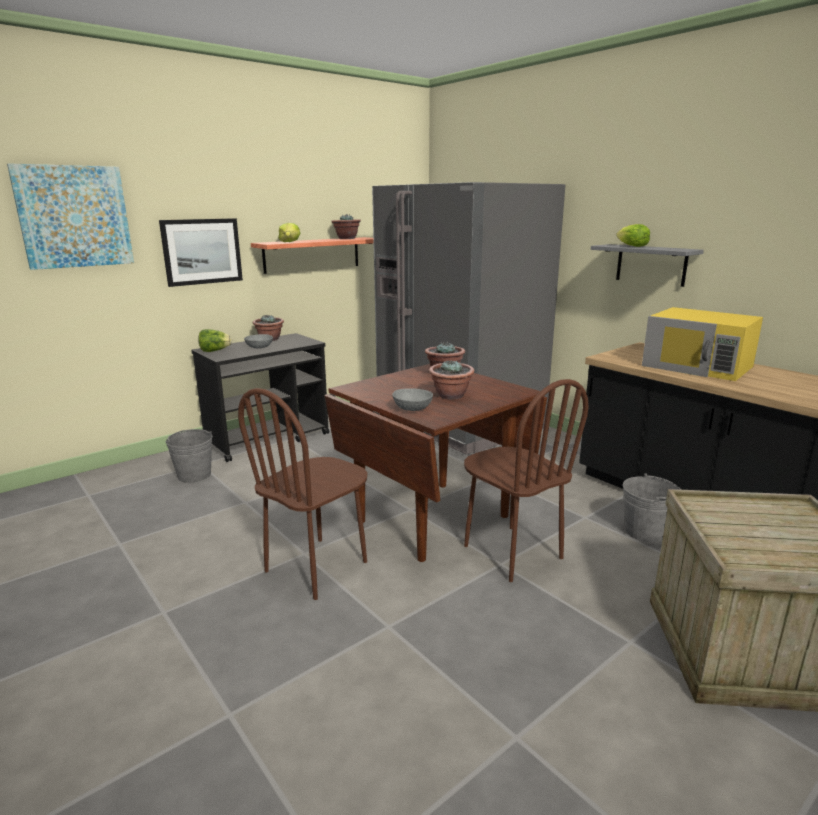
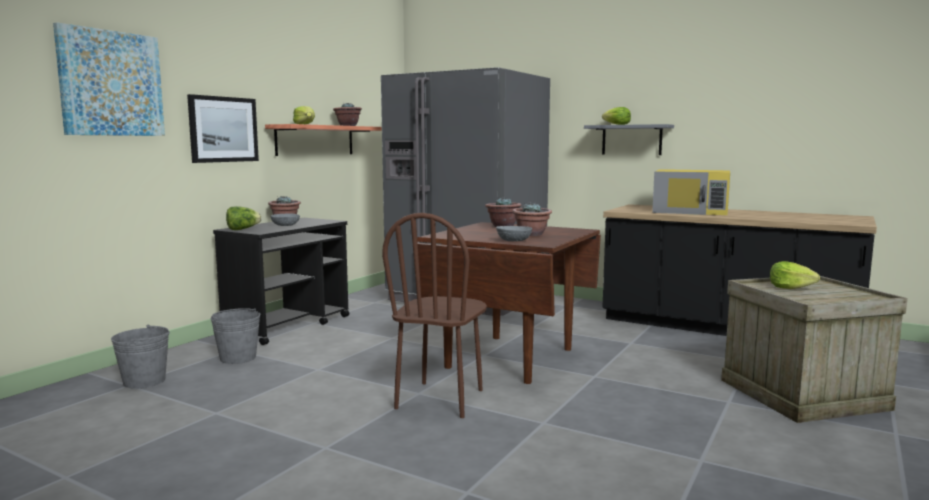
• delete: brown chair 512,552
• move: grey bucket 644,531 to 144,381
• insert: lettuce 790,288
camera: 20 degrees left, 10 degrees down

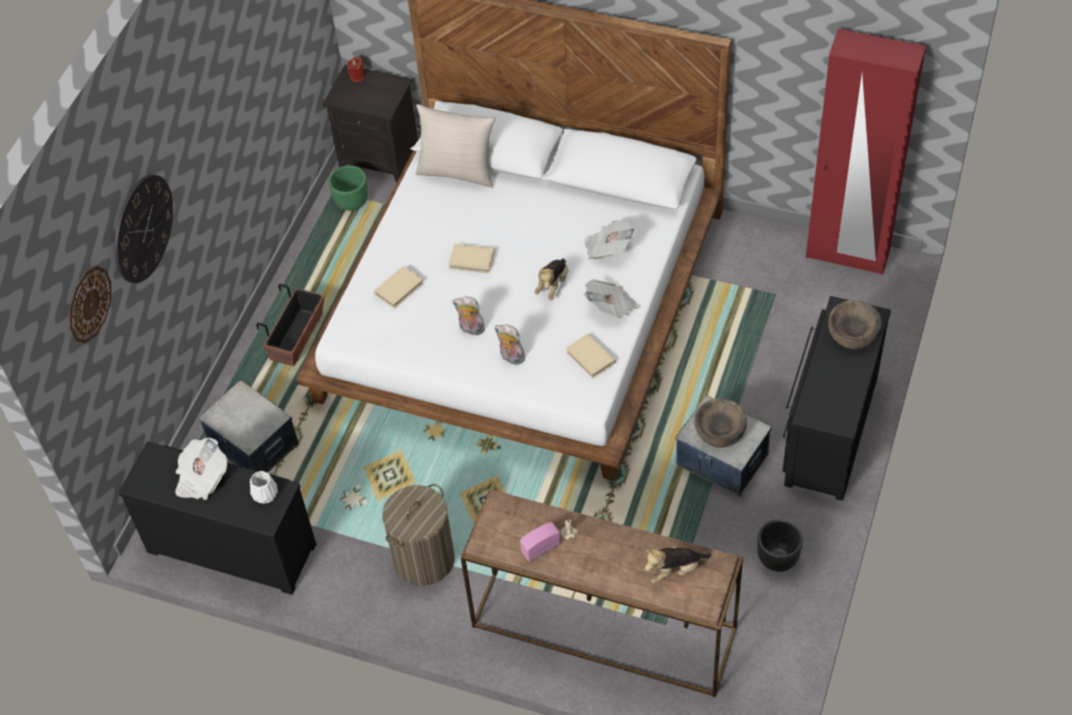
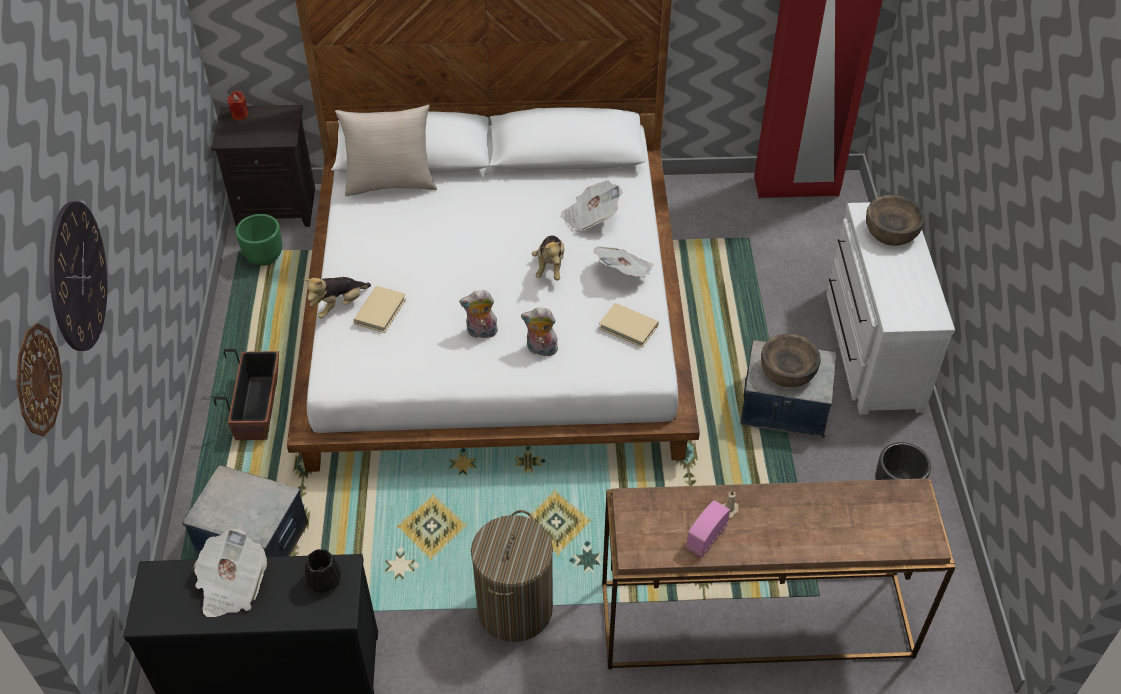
• delete: beige book 472,260
• recolor: black dresser 827,429 to white dresser 870,348
• recolor: white vase 265,494 to black vase 324,579
• move: plush toy 674,570 to 339,305
camera: 25 degrees left, 5 degrees down

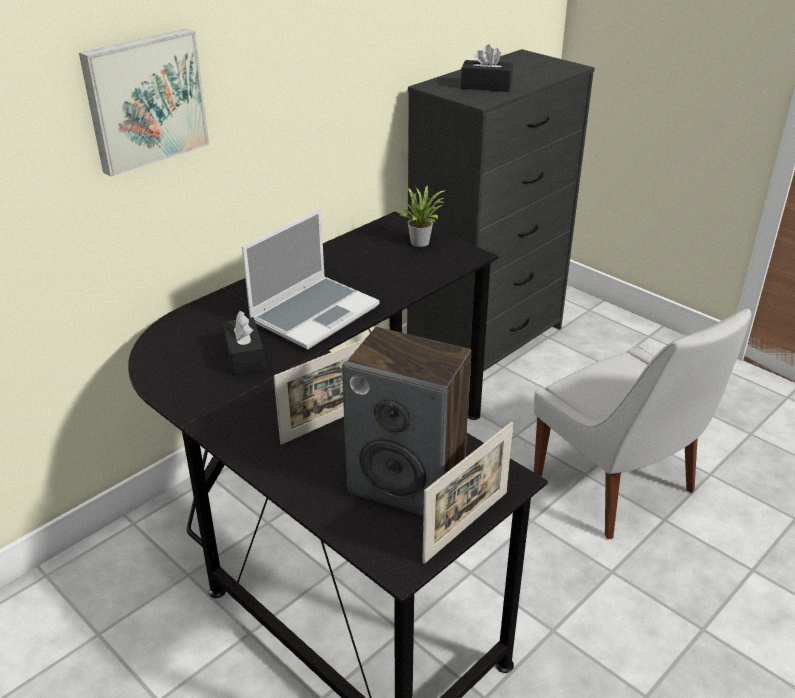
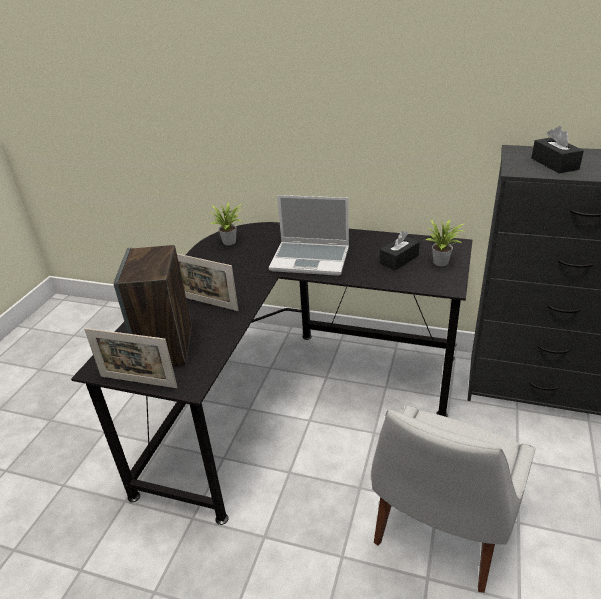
• delete: picture 144,100
• move: black tissue box 245,356 to 399,259
• insert: potted plant 231,241
camera: 65 degrees right, 0 degrees up

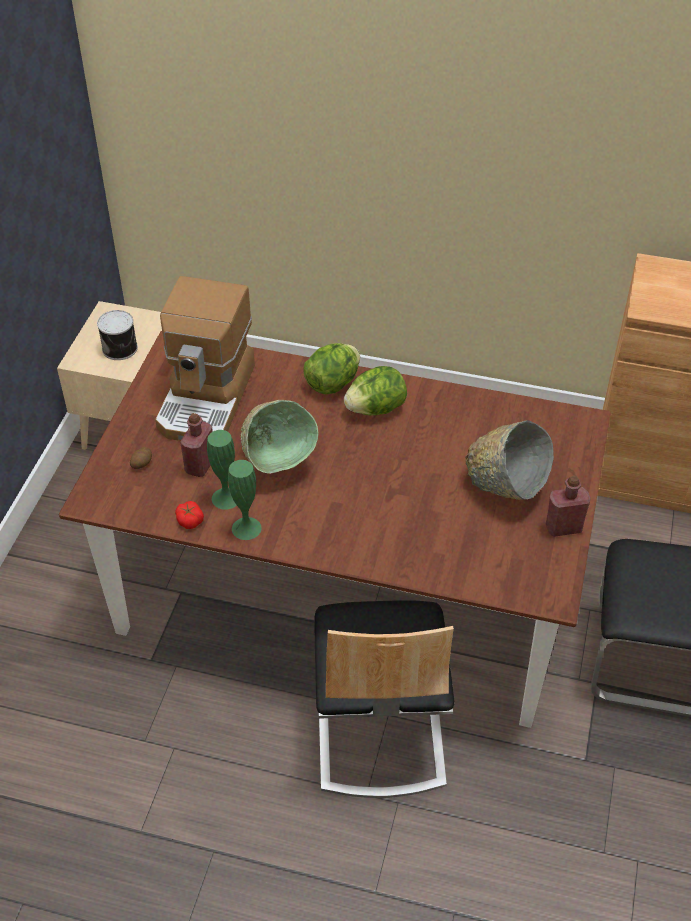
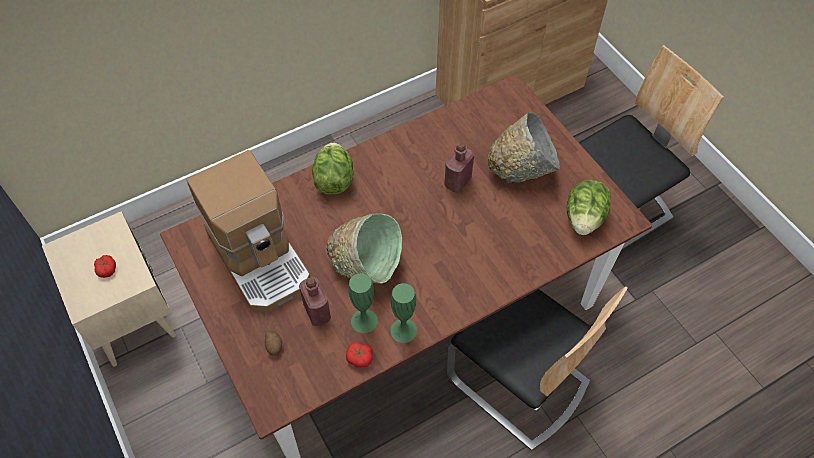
• replace: can 121,348 to tomato 107,269
• move: lettuce 376,408 to 584,218
• move: red bottle 563,527 to 457,182
camera: 45 degrees left, 10 degrees up

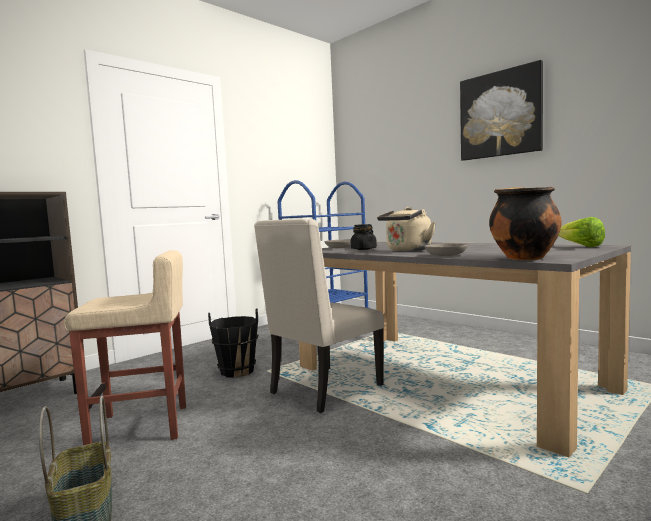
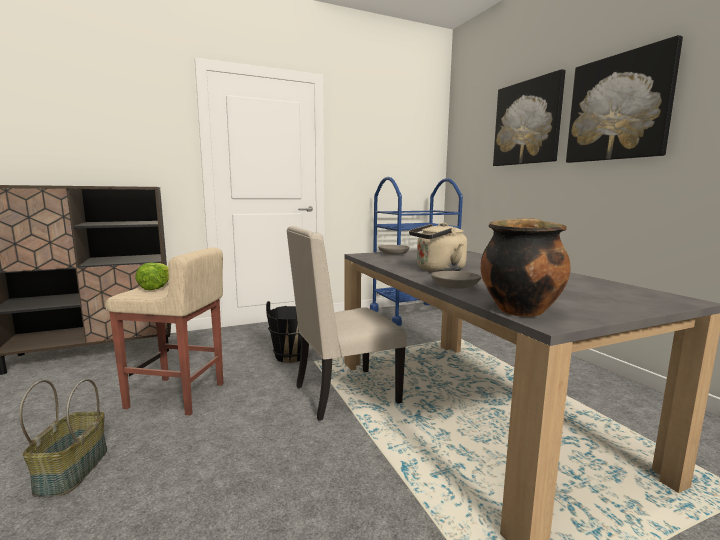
• move: lettuce 580,246 to 156,287
• delete: black jar 363,249
• insert: picture 527,123
camera: 20 degrees right, 5 degrees up

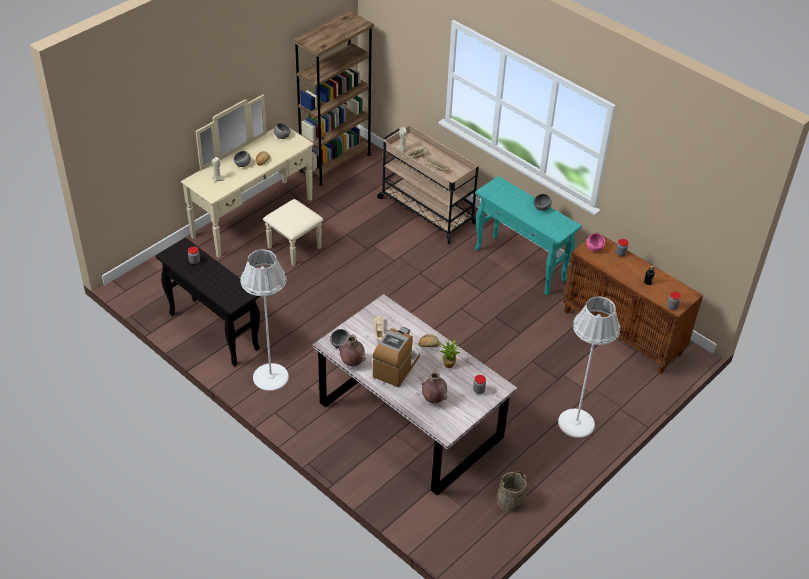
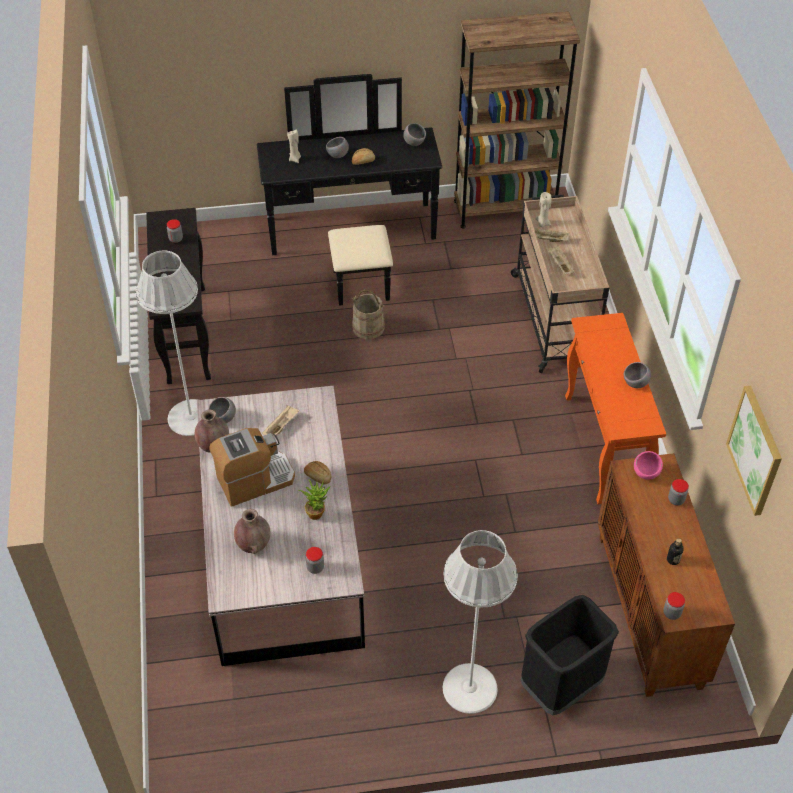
• recolor: beige dresser 262,224 to black dresser 354,241
• recolor: turquoise console table 521,265 to orange console table 603,447
• move: beige bucket 510,500 to 368,327
• insert: picture 755,450
• insert: black trash can 561,686
camera: 40 degrees right, 5 degrees up

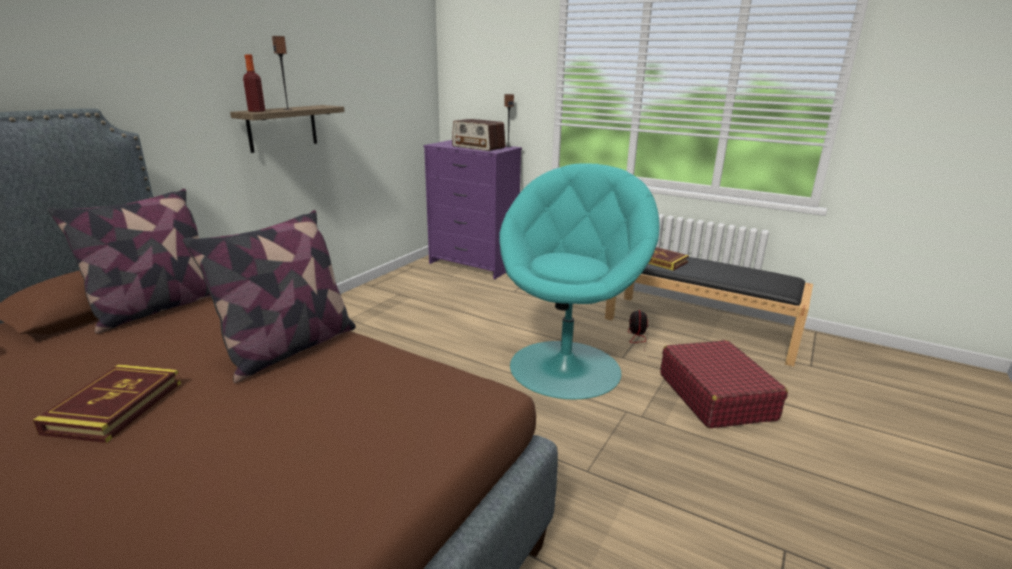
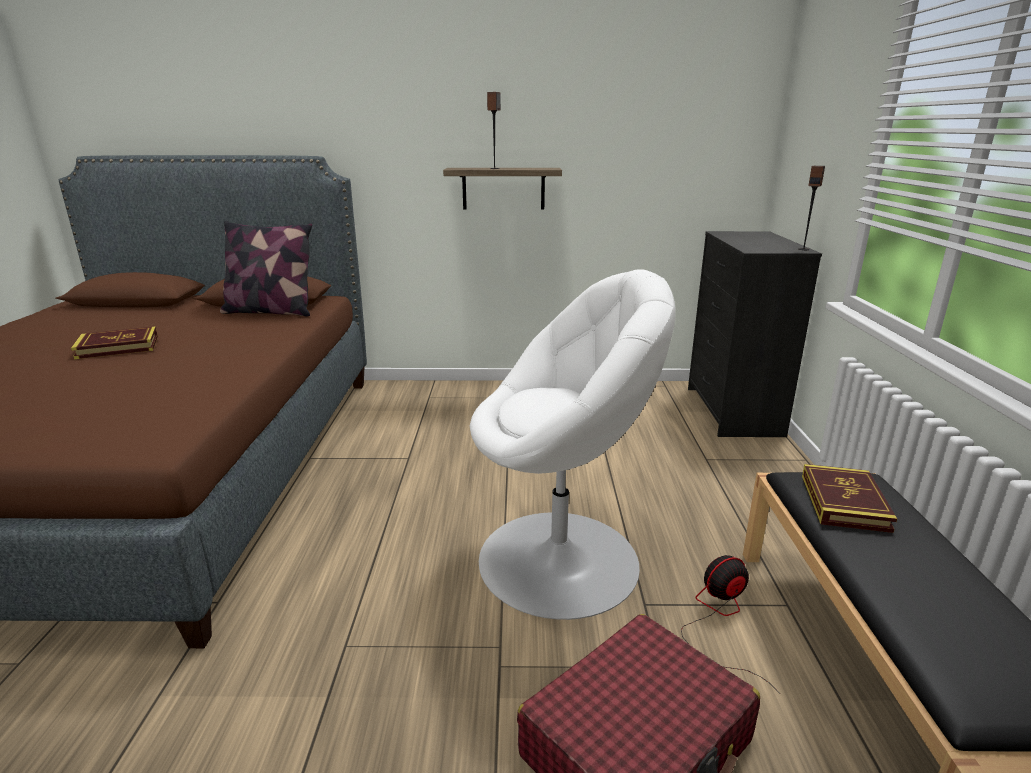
• delete: bottle 257,111
• delete: radio 478,147
• recolor: purple dresser 473,264 to black dresser 732,411
• recolor: turquoise armchair 566,367 to white armchair 561,560
• delete: pillow 290,348
camera: 60 degrees right, 0 degrees up

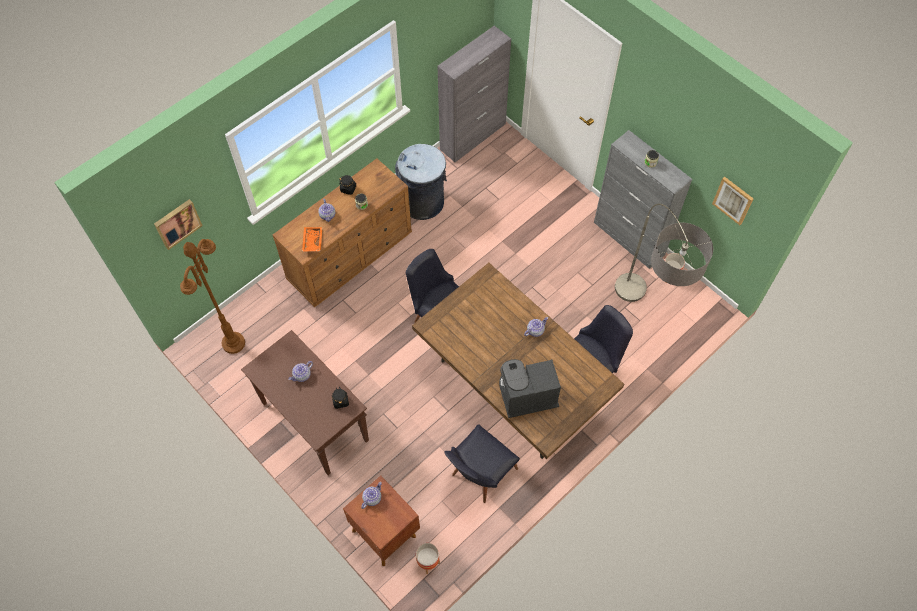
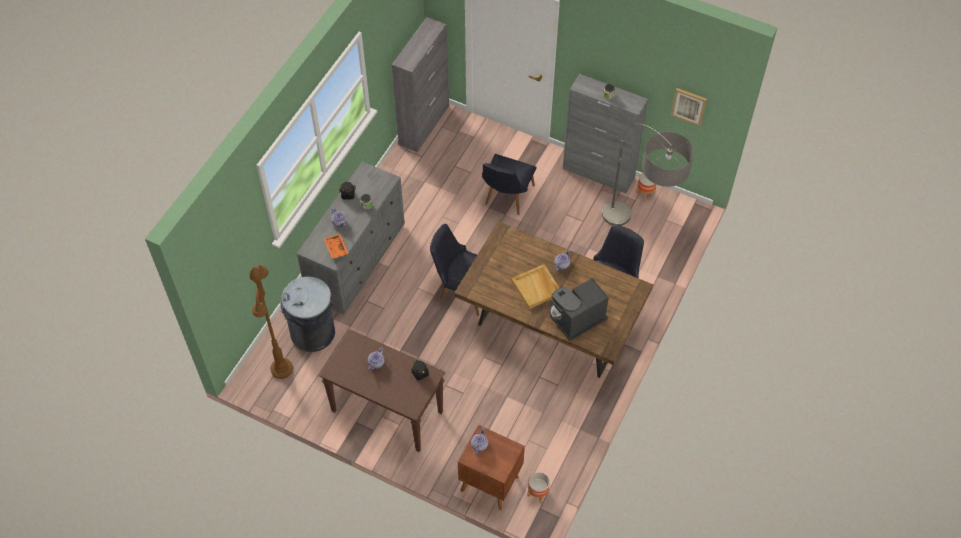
• move: grey trash can 422,202 to 313,333
• recolor: brown dresser 350,256 to grey dresser 357,260
• delete: picture 177,223
• move: black chair 479,475 to 506,198
• insert: beige tray 537,287
camera: 20 degrees left, 5 degrees down

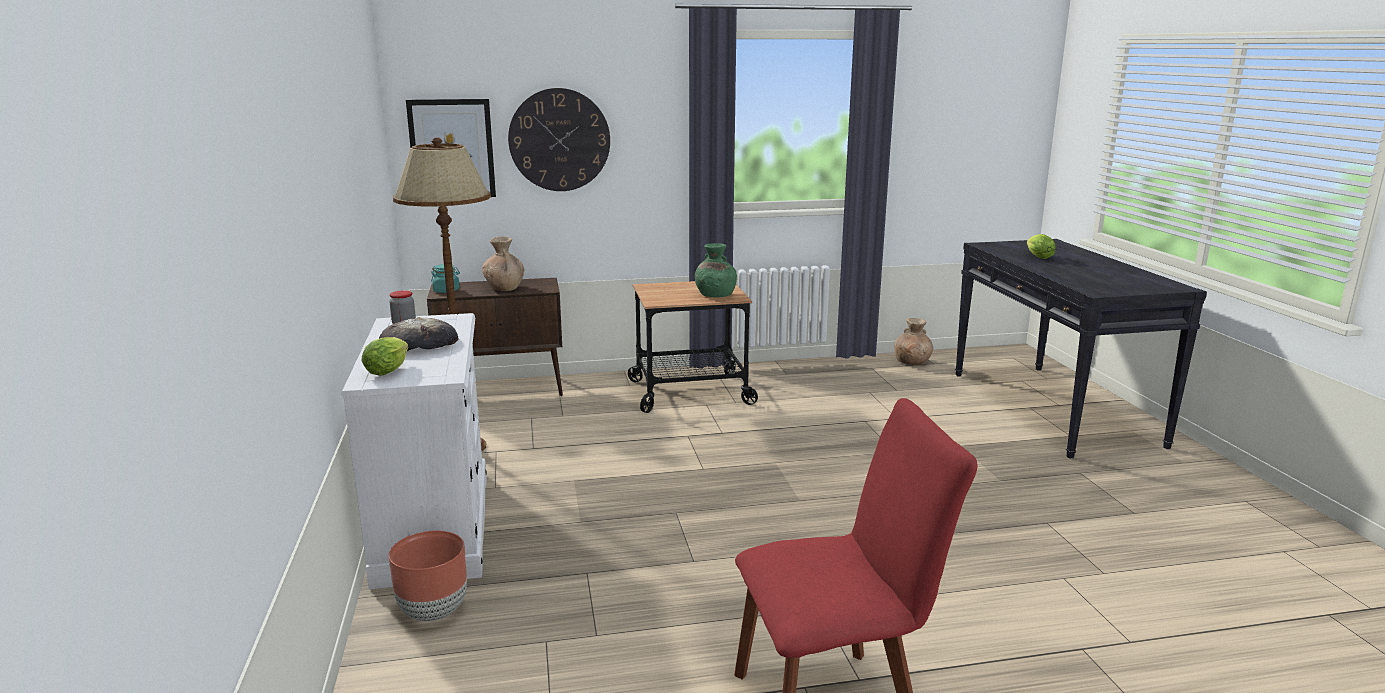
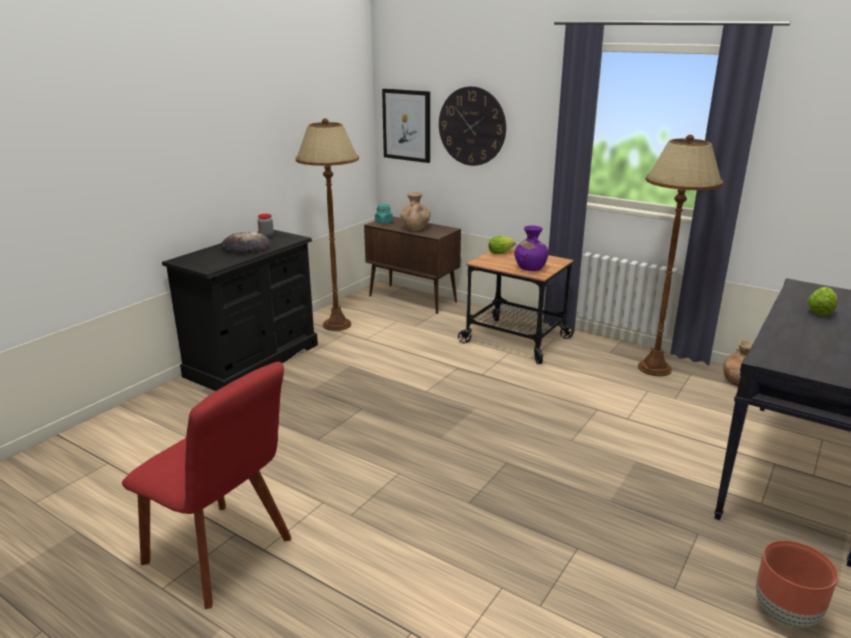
• recolor: green vase 715,295 to purple vase 530,268
• recolor: white dresser 435,526 to black dresser 253,360
• move: lettuce 389,370 to 502,253
• move: brown planter 434,611 to 786,614
• insert: brown floor lamp 655,368
camera: 45 degrees right, 5 degrees up

